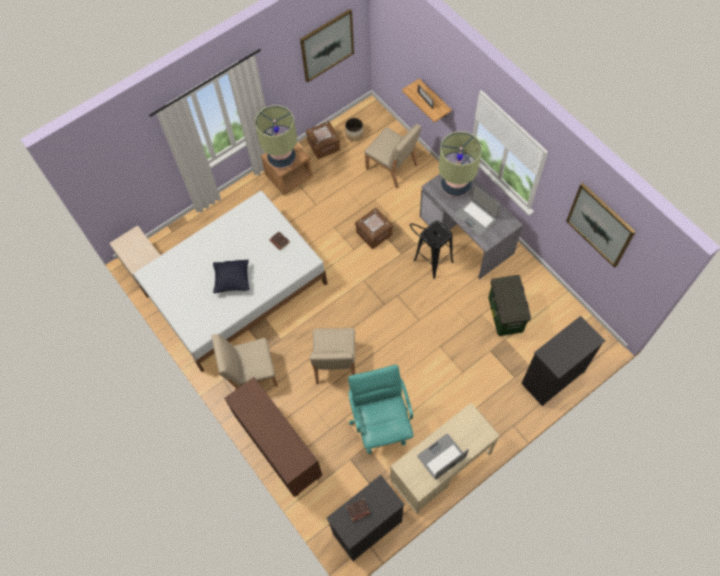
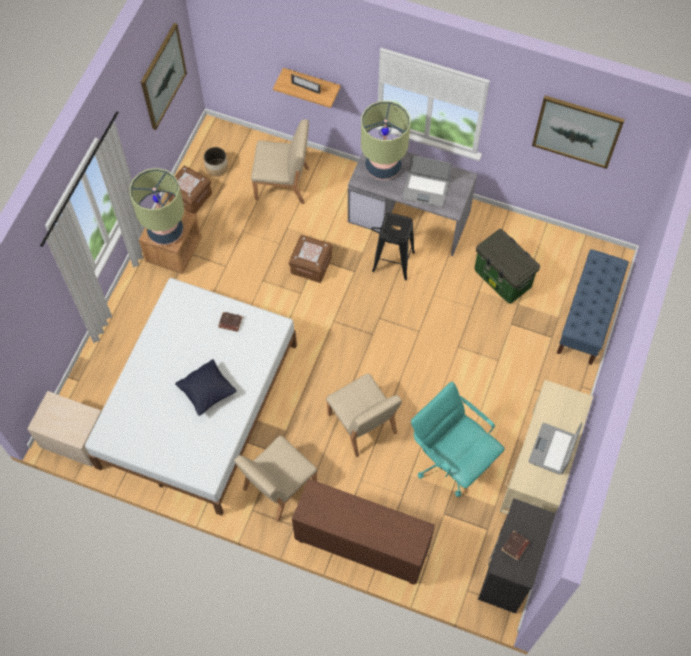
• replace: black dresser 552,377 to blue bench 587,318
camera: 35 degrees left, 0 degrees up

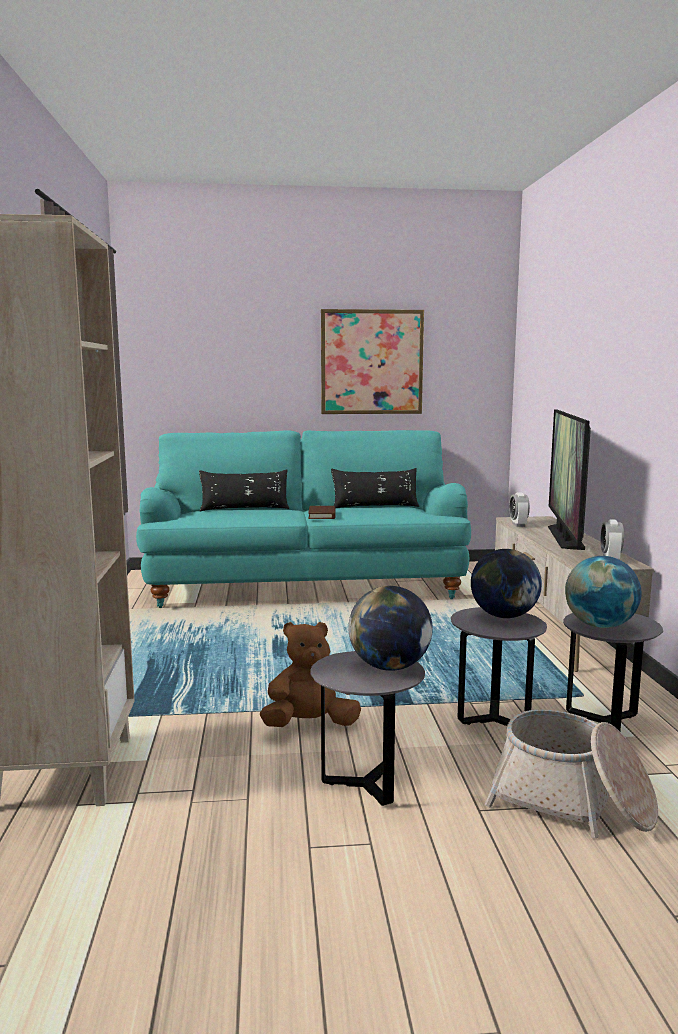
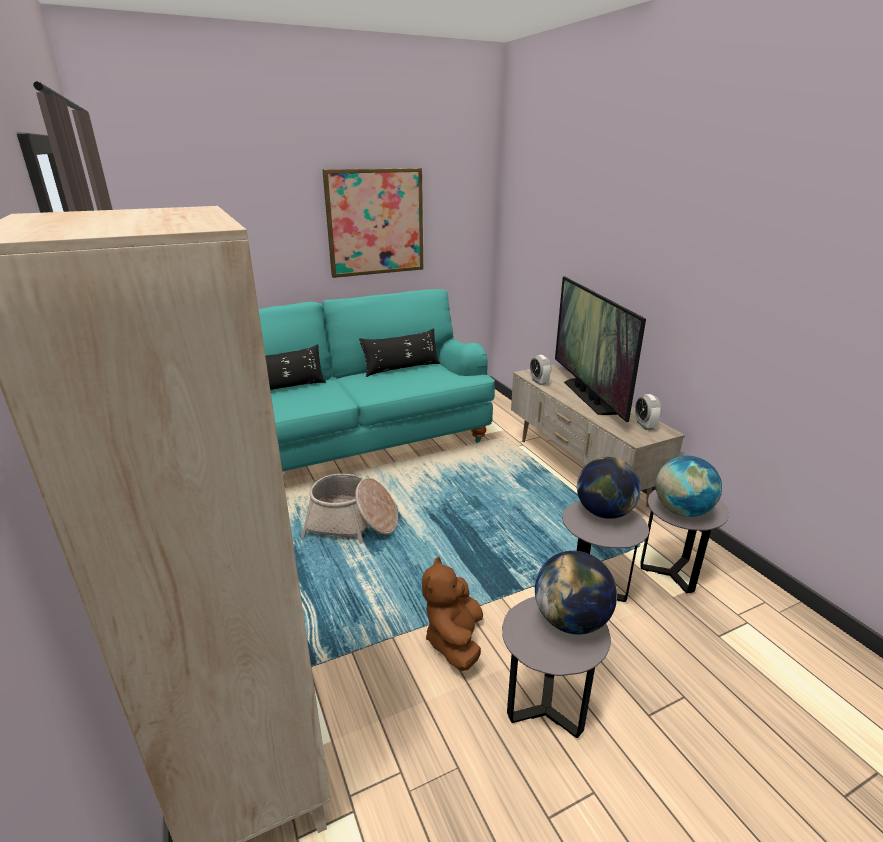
• delete: brown book 322,515
• rotate: brown plush toy 311,724 = 454,640 45 degrees counterclockwise
• move: basket 572,801 to 352,523
camera: 20 degrees left, 15 degrees up

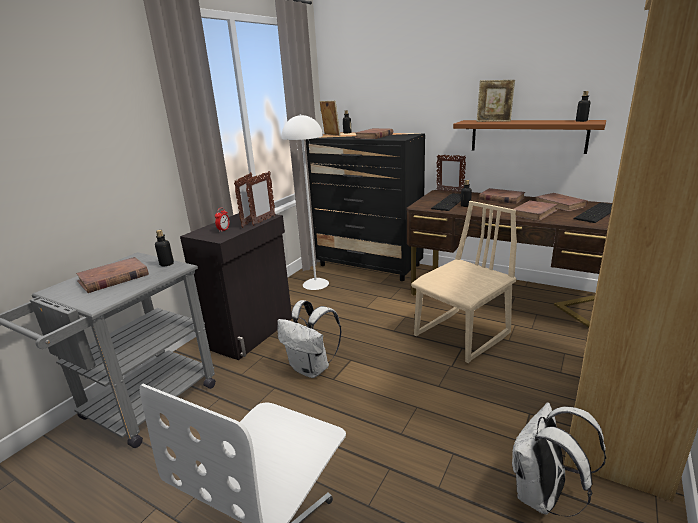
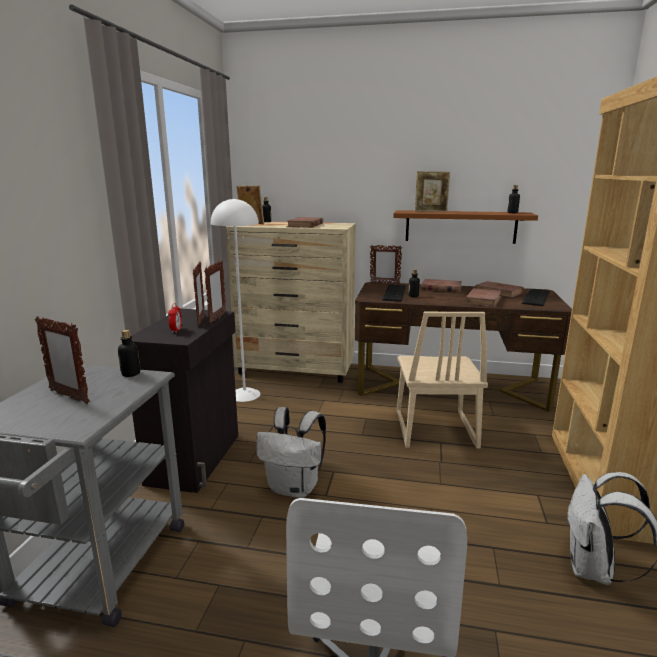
• recolor: black dresser 369,265 to beige dresser 295,369
• rotate: beige chair 462,335 = 434,430 150 degrees clockwise
• replace: brown book 113,278 to picture frame 69,396
camera: 20 degrees left, 5 degrees down

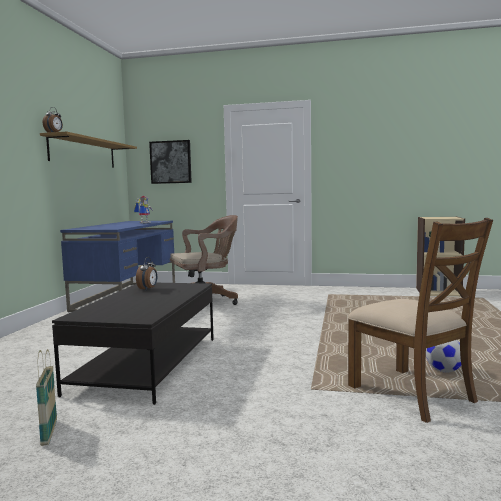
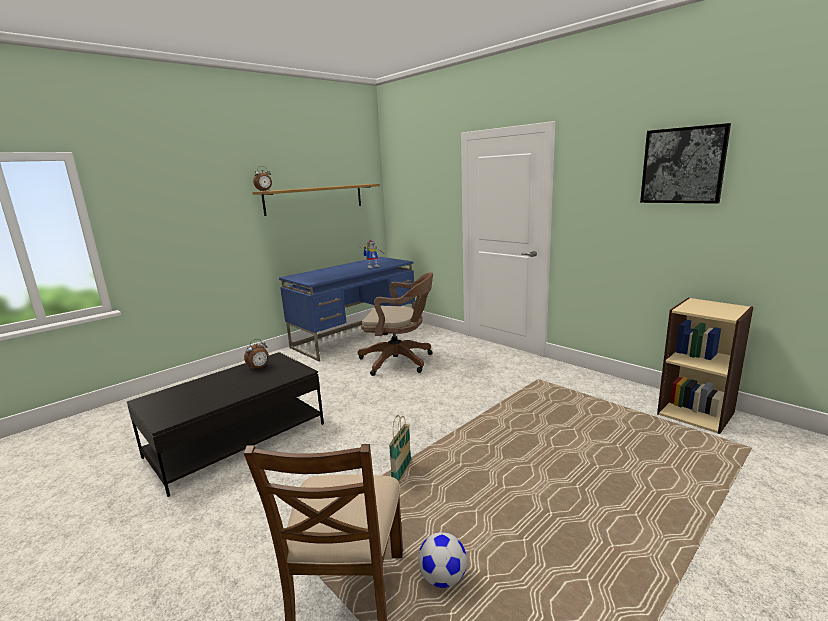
• move: picture 171,162 to 683,165
• move: basket 49,433 to 402,474
camera: 35 degrees right, 10 degrees up

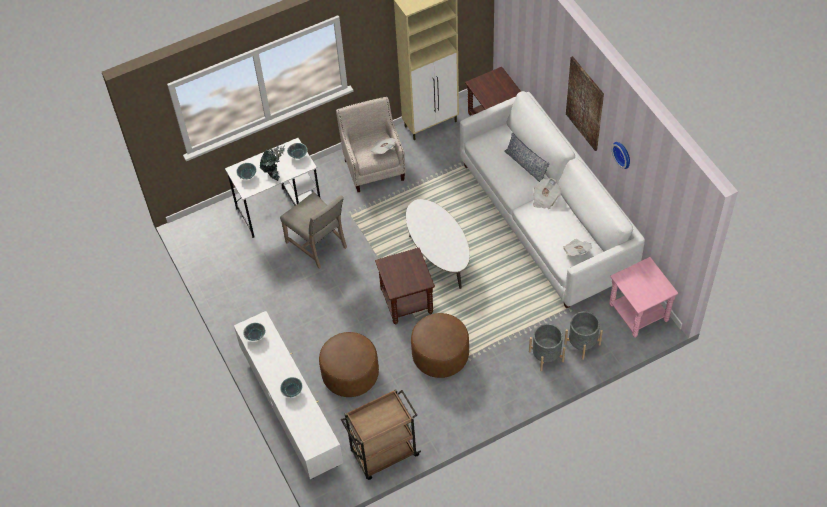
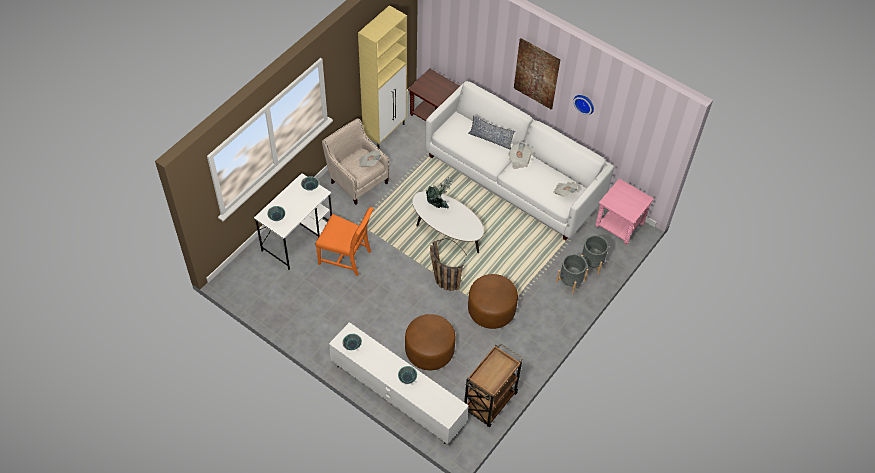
• move: potted plant 274,173 to 438,204
• recolor: beige chair 318,244 to orange chair 347,257
• replace: brown side table 407,301 to basket 442,277
camera: 30 degrees left, 0 degrees up

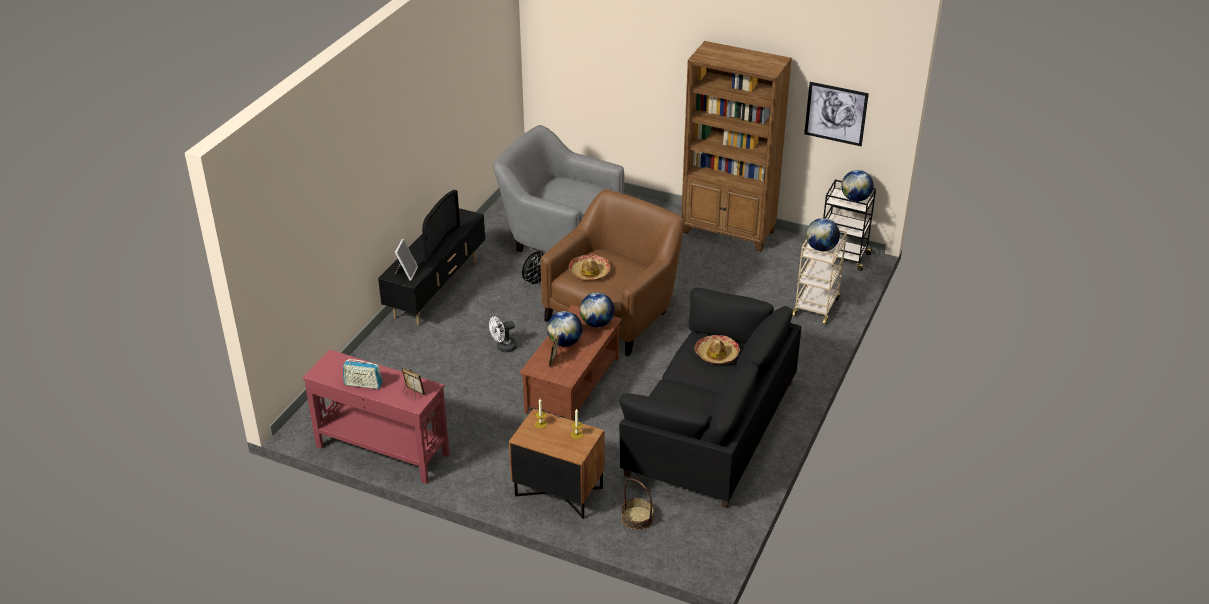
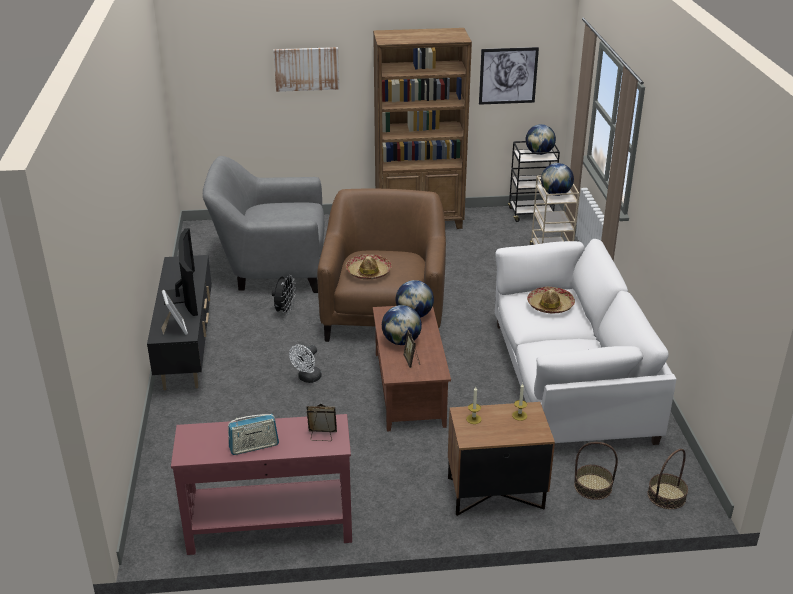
• recolor: black sofa 709,427 to white sofa 569,380
• insert: picture 306,69
• insert: basket 666,496
camera: 30 degrees left, 5 degrees down

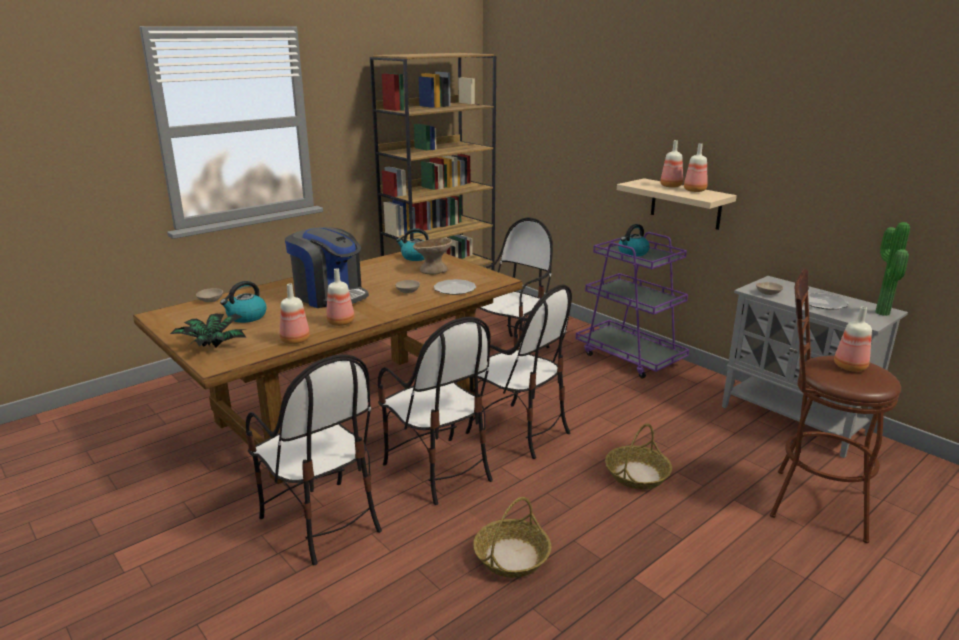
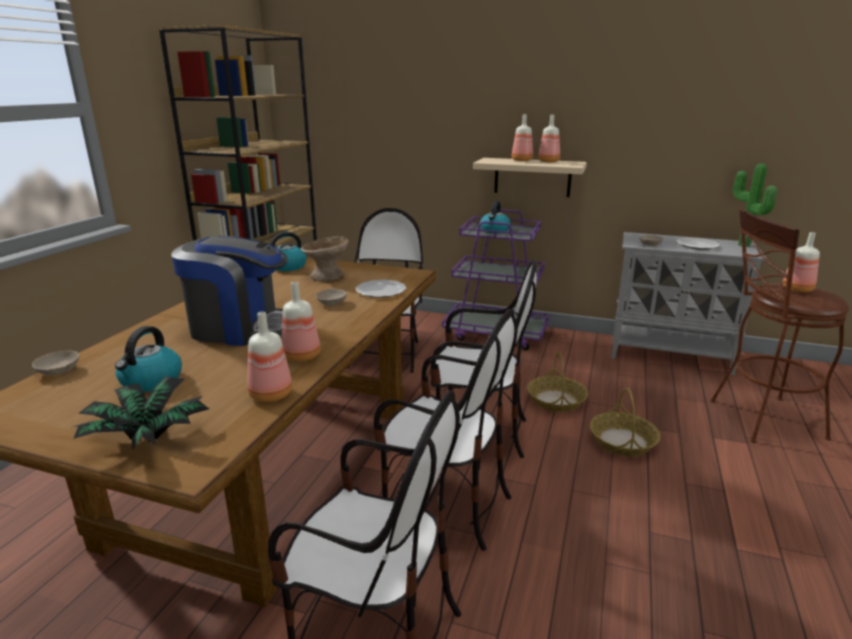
• move: basket 511,557 to 556,401
camera: 30 degrees left, 0 degrees up

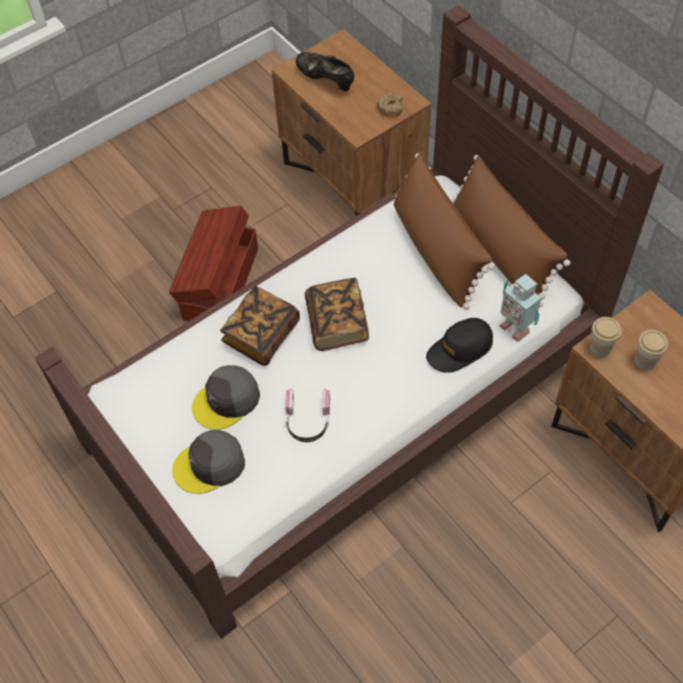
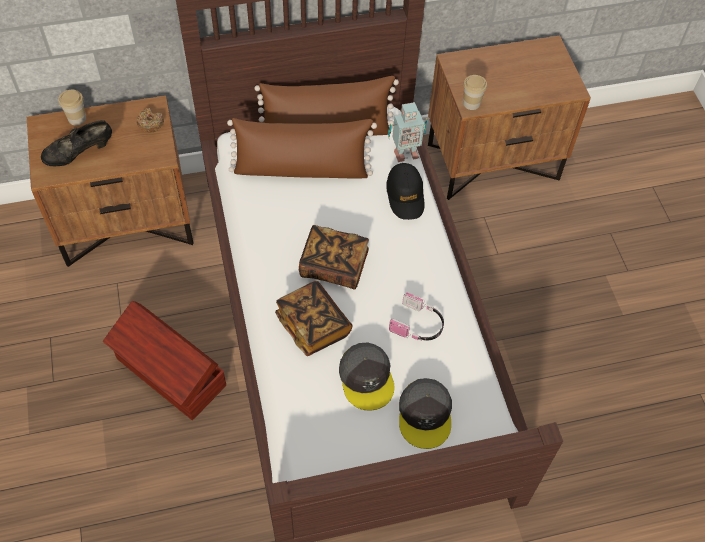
• move: cup 645,361 to 77,118
camera: 70 degrees left, 0 degrees up

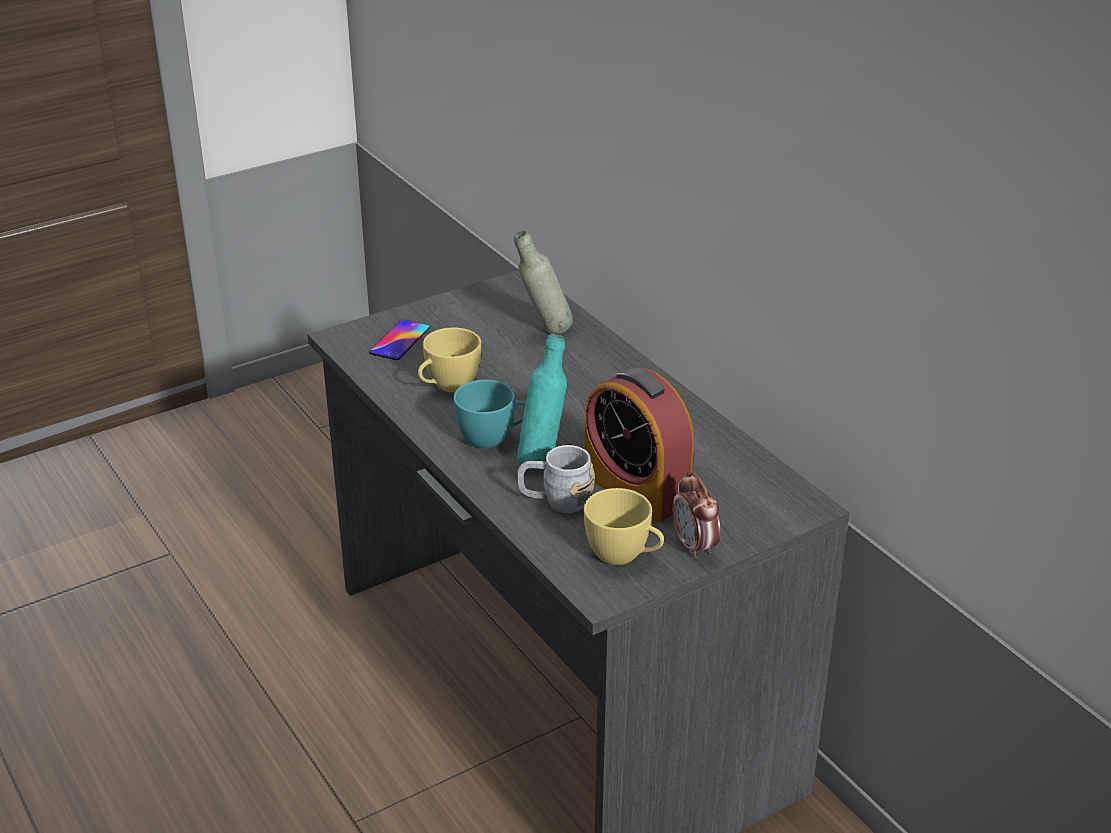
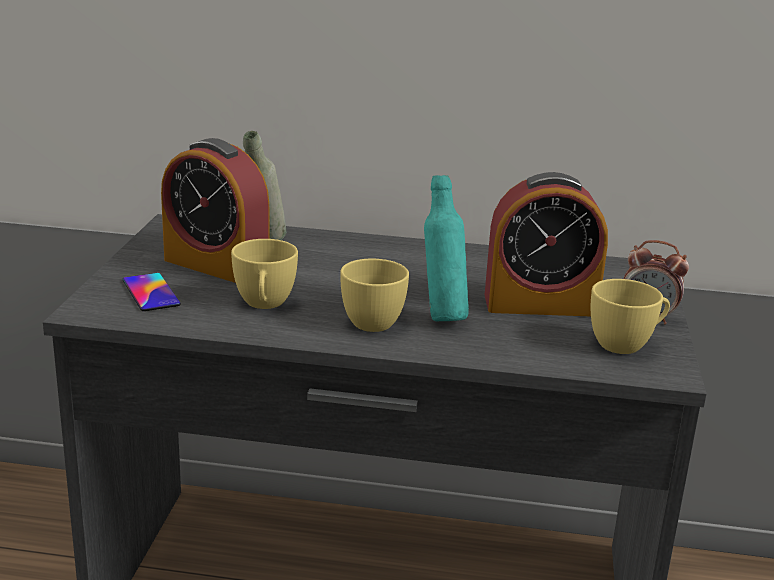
• recolor: turquoise cup 493,438 to yellow cup 377,321
• delete: grey mug 555,501
• insert: alarm clock 216,265
camera: 50 degrees left, 10 degrees down

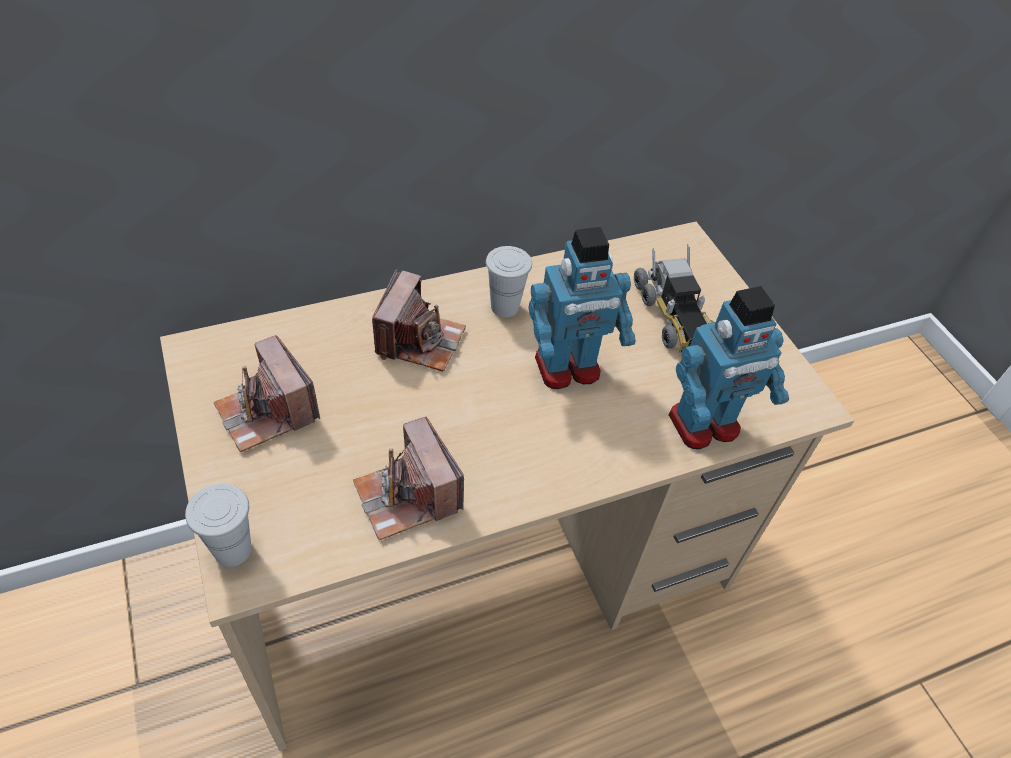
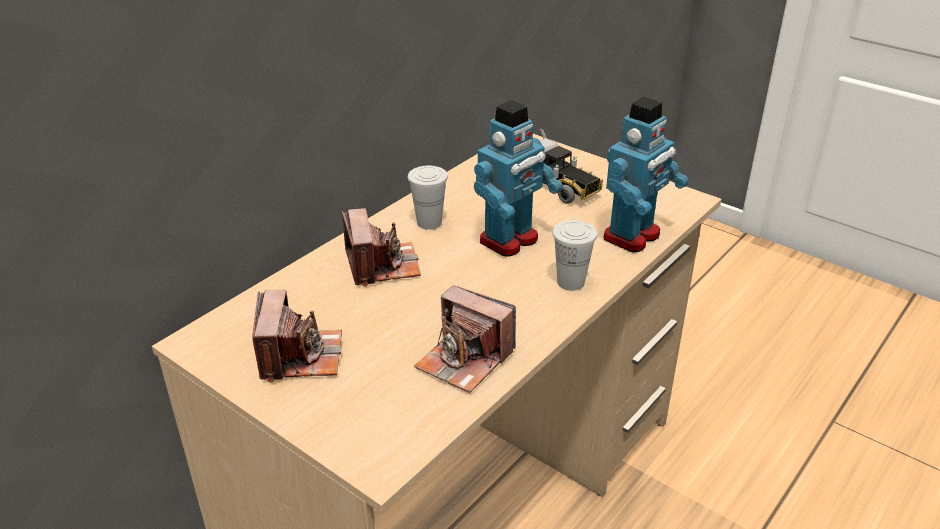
• rotate: photo camera 267,413 = 300,356 120 degrees counterclockwise
• move: white cup 233,550 to 570,282
camera: 25 degrees left, 15 degrees down

